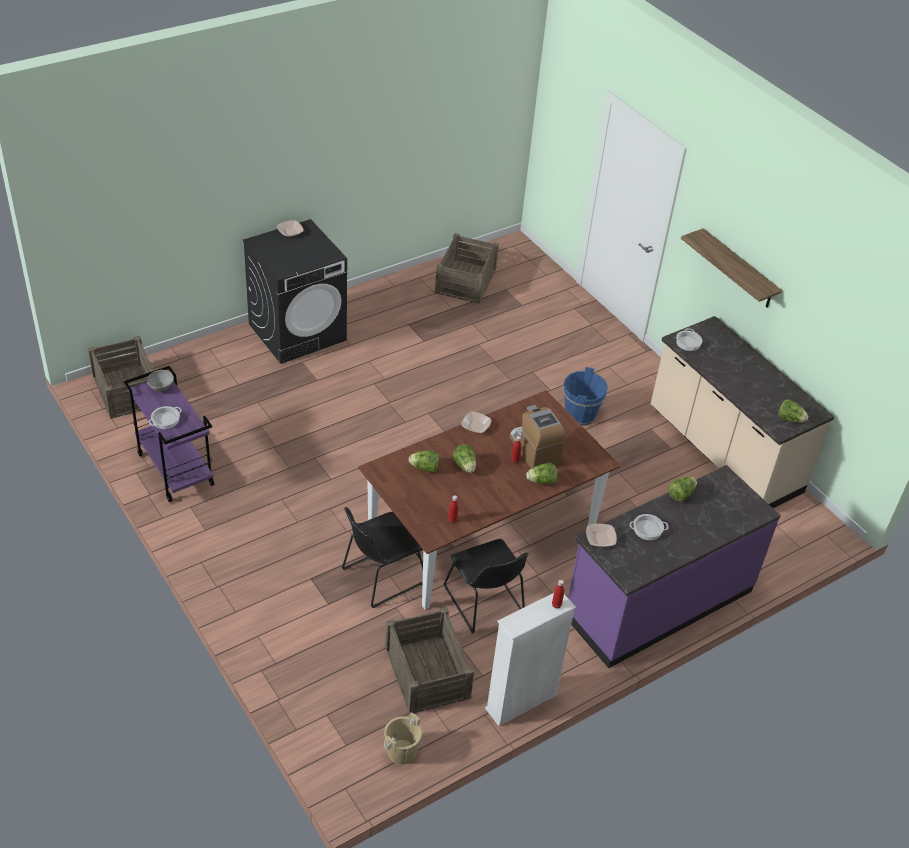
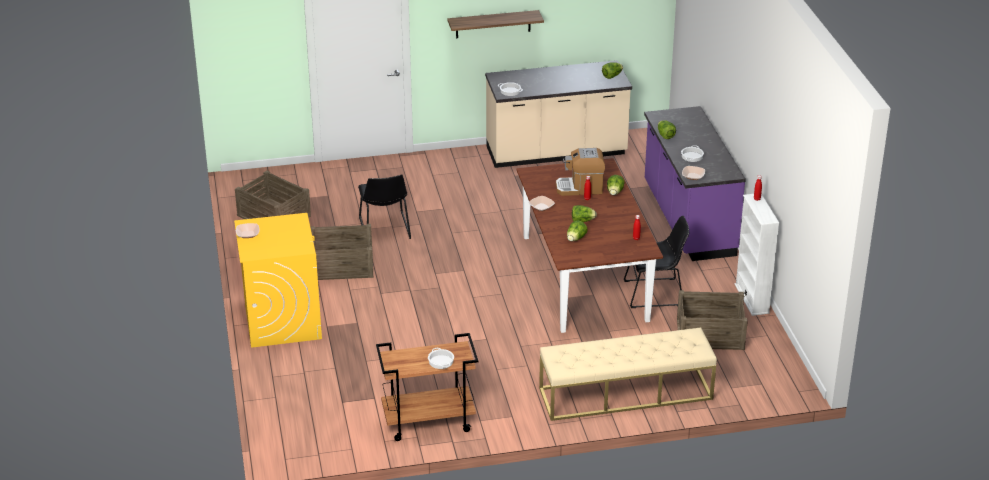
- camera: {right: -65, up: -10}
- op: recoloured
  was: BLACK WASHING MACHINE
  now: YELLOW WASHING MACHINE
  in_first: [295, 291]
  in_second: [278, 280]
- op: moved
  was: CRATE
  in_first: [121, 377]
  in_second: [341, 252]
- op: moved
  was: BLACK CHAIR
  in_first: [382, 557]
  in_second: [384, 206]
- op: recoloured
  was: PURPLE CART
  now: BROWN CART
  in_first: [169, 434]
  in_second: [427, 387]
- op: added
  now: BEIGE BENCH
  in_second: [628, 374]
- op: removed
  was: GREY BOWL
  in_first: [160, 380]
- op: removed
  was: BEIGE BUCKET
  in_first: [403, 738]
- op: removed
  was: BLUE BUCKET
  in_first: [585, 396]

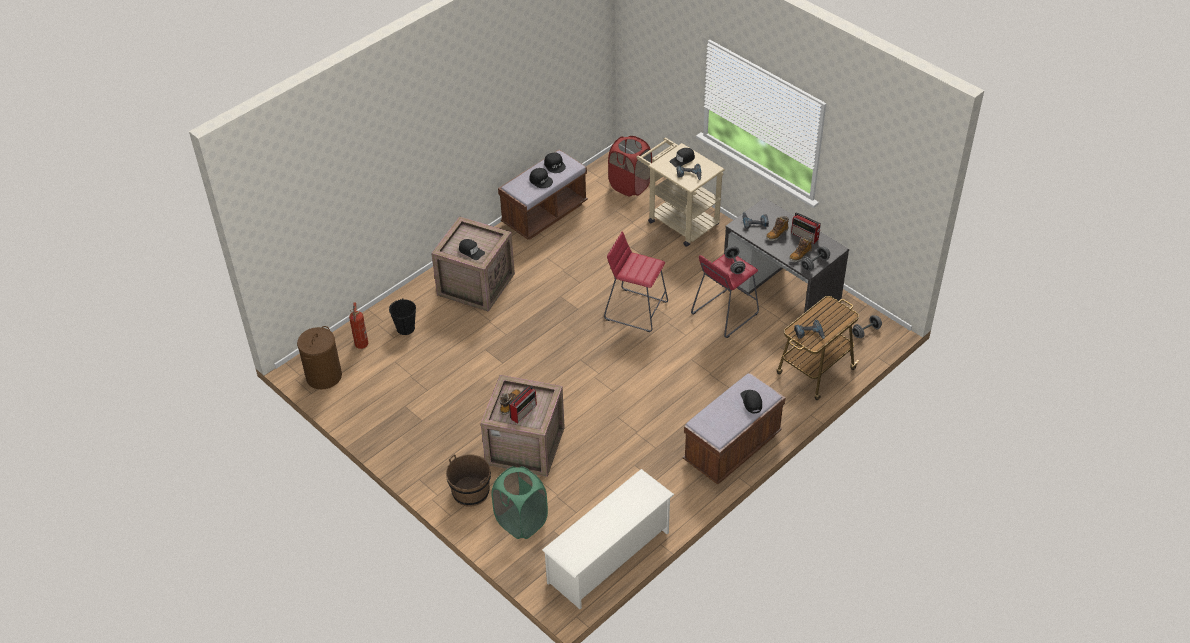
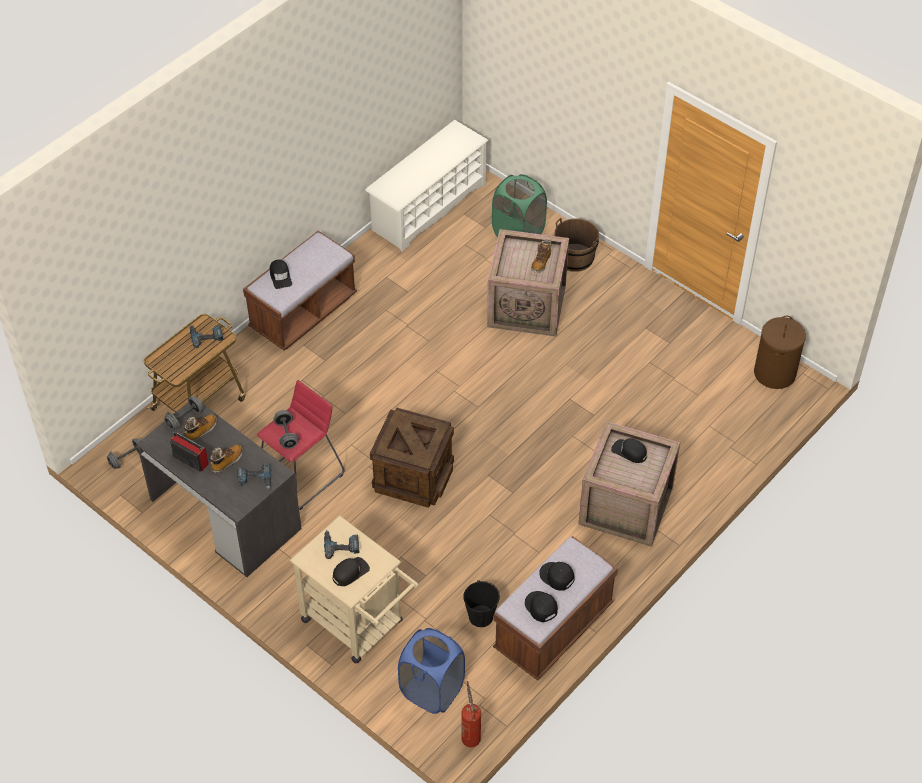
- camera: {right: 175, up: 5}
- op: replaced
  was: RED STOOL
  now: CRATE
  in_first: [636, 282]
  in_second: [412, 457]
- op: recoloured
  was: RED LAUNDRY BASKET
  now: BLUE LAUNDRY BASKET
  in_first: [630, 166]
  in_second: [431, 671]
- op: moved
  was: FIRE EXTINGUISHER
  in_first: [358, 325]
  in_second: [471, 714]
- op: moved
  was: BLACK BUCKET
  in_first: [402, 316]
  in_second: [481, 603]
- op: removed
  was: RADIO
  in_first: [523, 404]

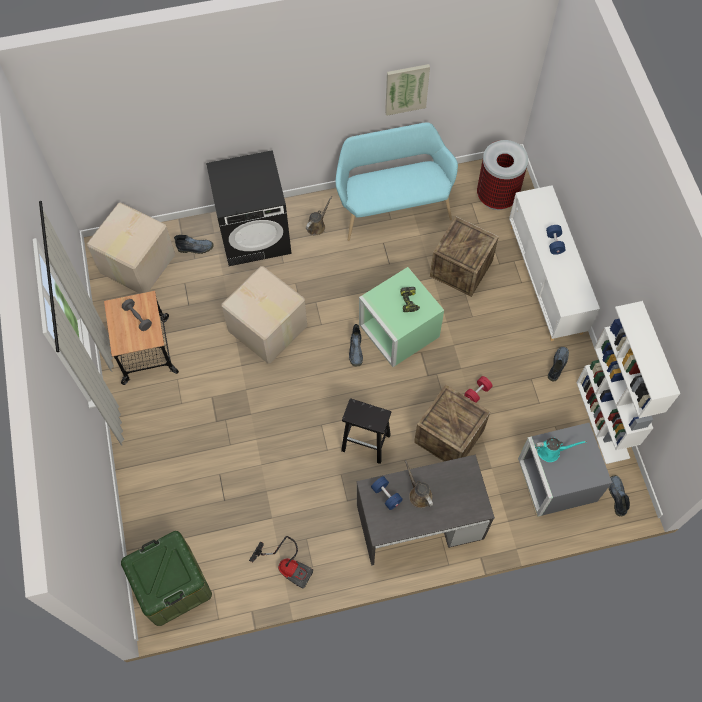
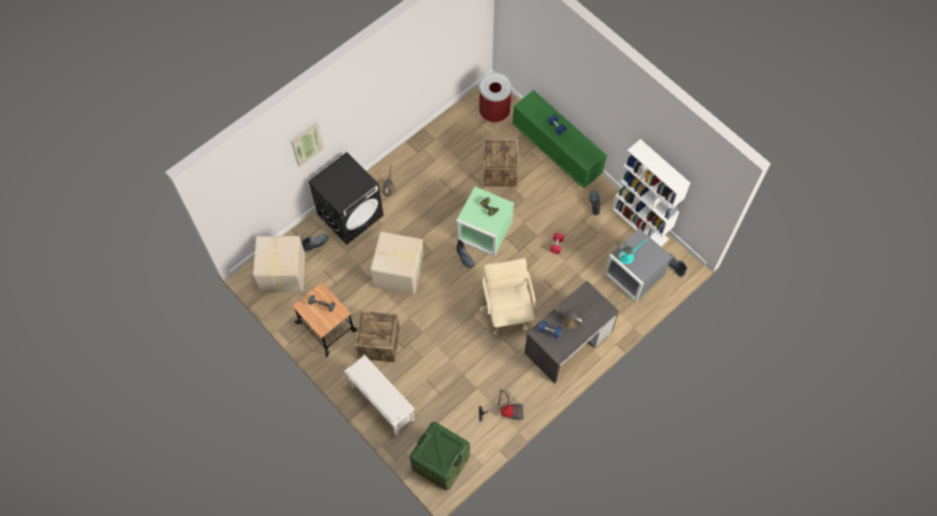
- camera: {right: -30, up: 0}
- op: moved
  was: PICTURE
  in_first: [407, 90]
  in_second: [307, 144]
- op: added
  now: WHITE SHOE RACK
  in_second: [379, 395]
- op: moved
  was: CRATE
  in_first: [452, 423]
  in_second: [377, 336]
- op: replaced
  was: BLACK STOOL
  now: BEIGE OFFICE CHAIR
  in_first: [366, 431]
  in_second: [508, 296]
- op: recoloured
  was: WHITE CABINET
  now: GREEN CABINET
  in_first: [554, 263]
  in_second: [559, 140]
- op: removed
  was: TURQUOISE BENCH
  in_first: [397, 181]

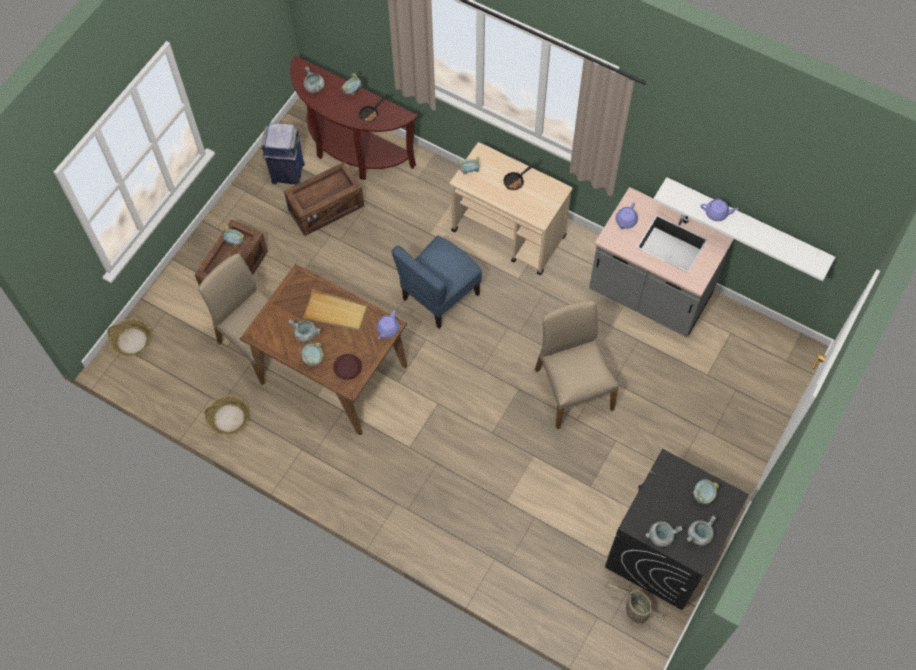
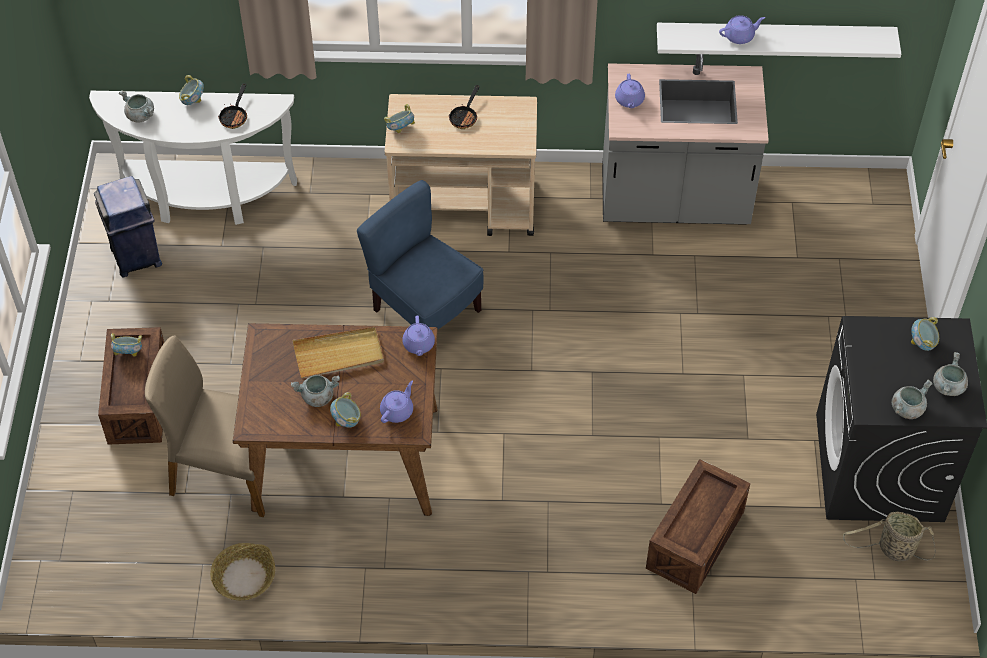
- camera: {right: -30, up: -10}
- op: recoloured
  was: BROWN CONSOLE TABLE
  now: WHITE CONSOLE TABLE
  in_first: [354, 118]
  in_second: [193, 158]
- op: turned
  was: BLUE CHAIR
  in_first: [437, 282]
  in_second: [420, 255]
  clockwise: 120
- op: replaced
  was: BROWN PLATE
  now: PURPLE TEAPOT
  in_first: [347, 367]
  in_second: [396, 402]
- op: moved
  was: CRATE
  in_first: [324, 199]
  in_second: [698, 526]
- op: removed
  was: BASKET
  in_first: [129, 337]
- op: removed
  was: BEIGE CHAIR
  in_first: [577, 365]

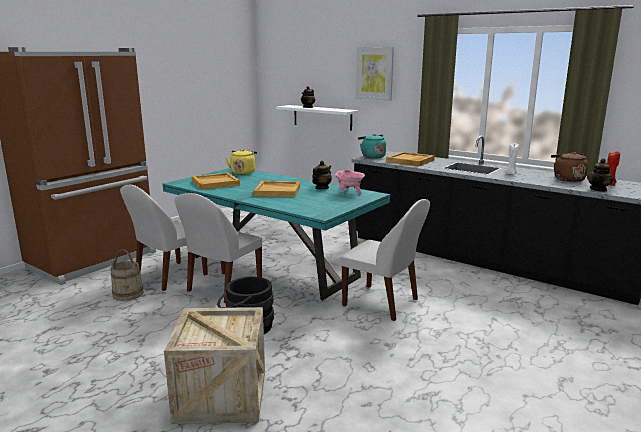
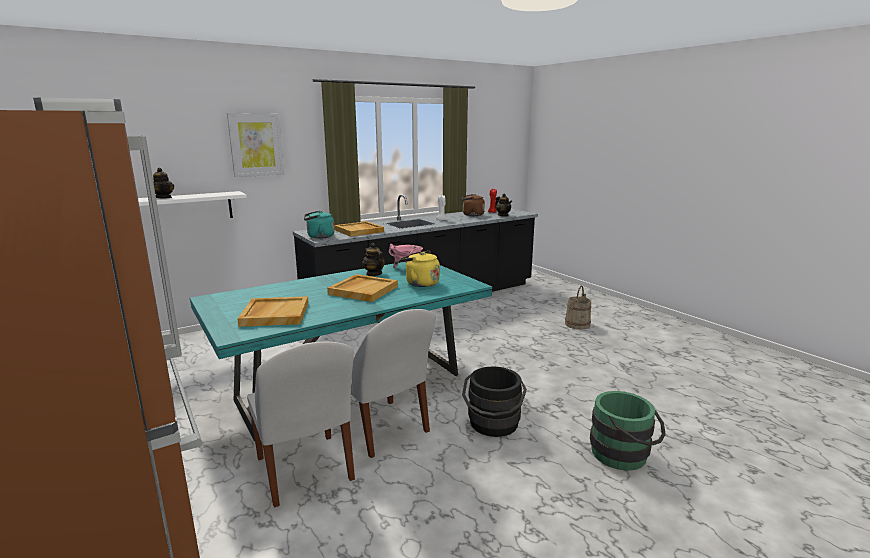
- camera: {right: -70, up: 0}
- op: moved
  was: YELLOW KETTLE
  in_first: [241, 162]
  in_second: [419, 269]
- op: moved
  was: BEIGE BUCKET
  in_first: [127, 275]
  in_second: [578, 308]
- op: replaced
  was: CRATE
  now: GREEN BUCKET
  in_first: [214, 365]
  in_second: [628, 431]
- op: removed
  was: WHITE CHAIR
  in_first: [385, 260]

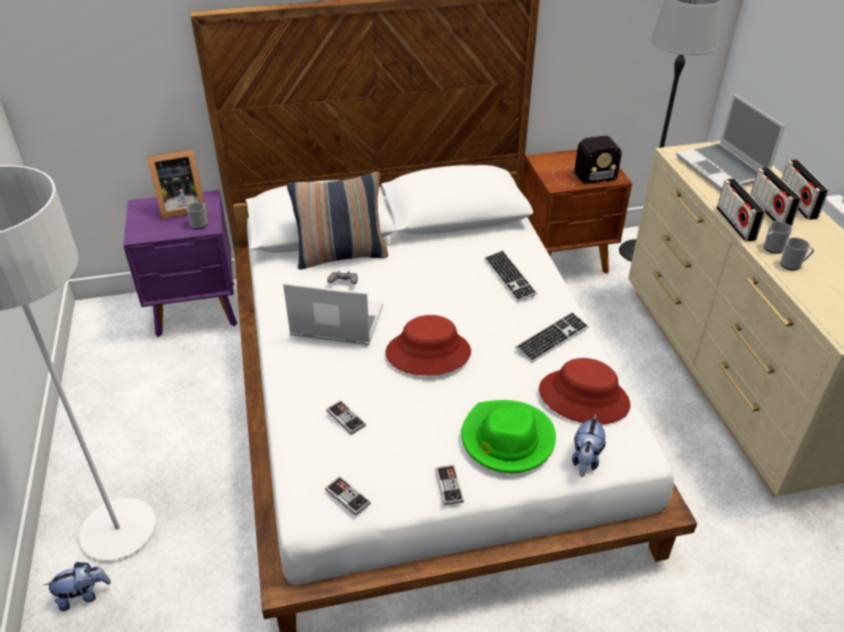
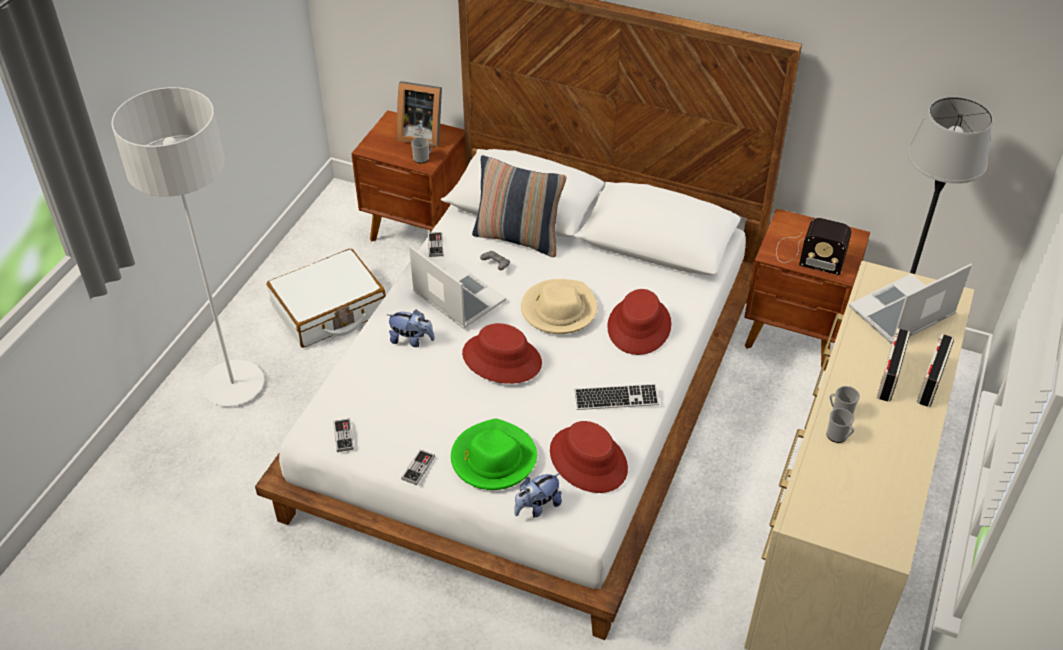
- camera: {right: 35, up: 5}
- op: added
  now: WHITE SUITCASE
  in_second: [326, 298]
- op: recoloured
  was: PURPLE NIGHTSTAND
  now: BROWN NIGHTSTAND
  in_first: [180, 263]
  in_second: [408, 176]
- op: moved
  was: PLUSH TOY
  in_first: [77, 586]
  in_second: [410, 328]
- op: moved
  was: GAME CONTROLLER
  in_first: [346, 417]
  in_second: [436, 244]
- op: added
  now: BEIGE HAT
  in_second: [559, 306]
- op: replaced
  was: KEYBOARD
  now: RED HAT
  in_first: [510, 276]
  in_second: [639, 322]
- op: turned
  was: LAPTOP
  in_first: [730, 142]
  in_second: [910, 304]
  clockwise: 45
- op: removed
  was: RADIO
  in_first: [741, 209]

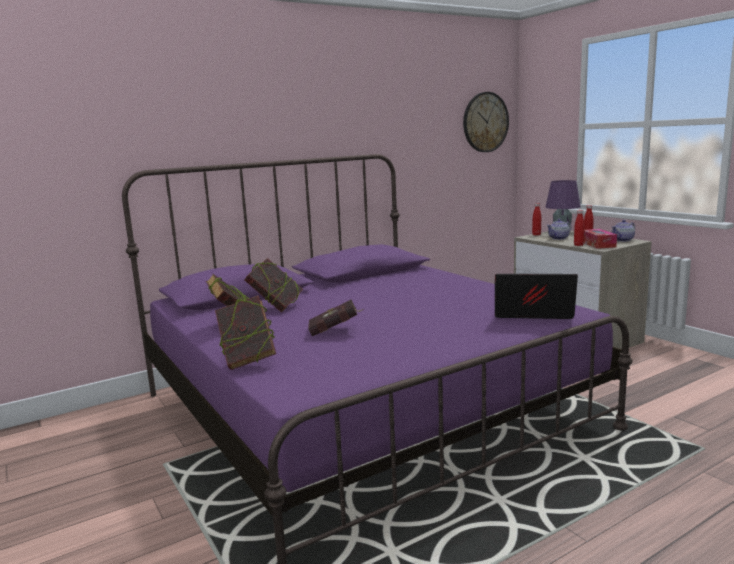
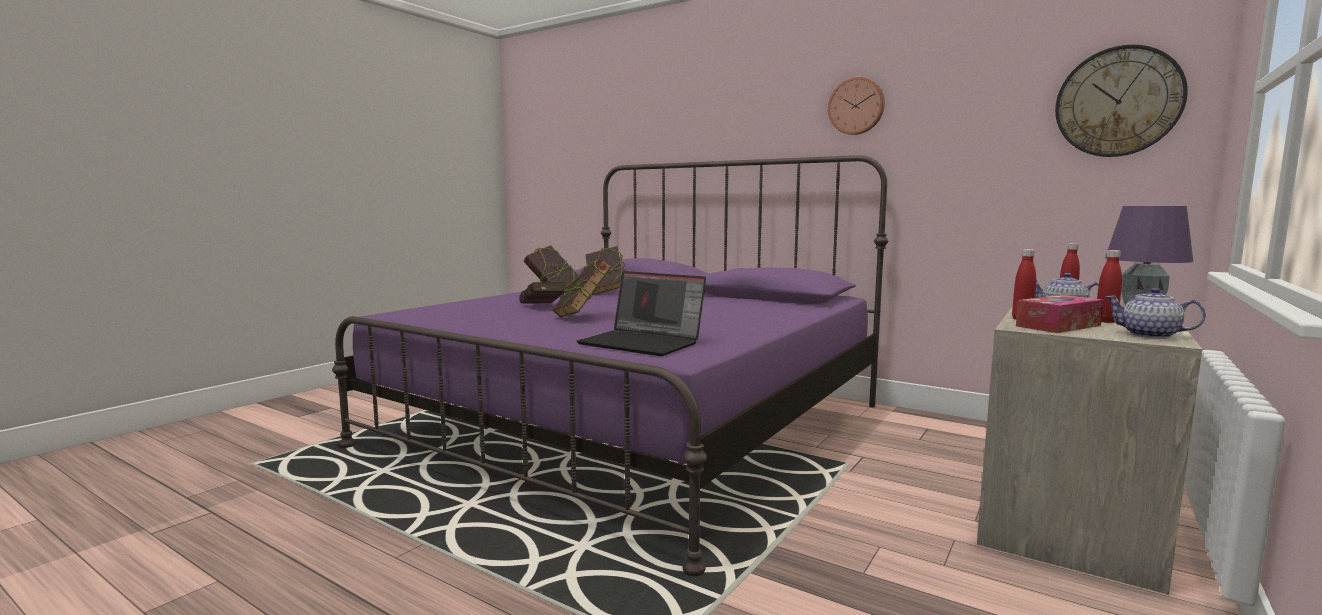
- camera: {right: 65, up: -5}
- op: moved
  was: BOOK
  in_first: [245, 332]
  in_second: [582, 288]
- op: turned
  was: LAPTOP
  in_first: [536, 296]
  in_second: [641, 313]
  clockwise: 135
- op: added
  now: WALL CLOCK
  in_second: [856, 106]

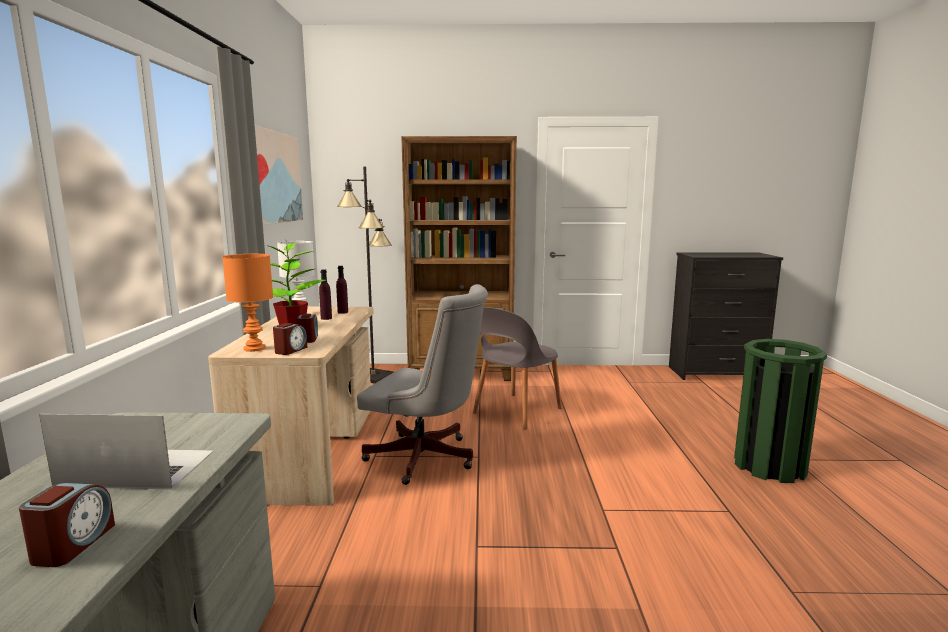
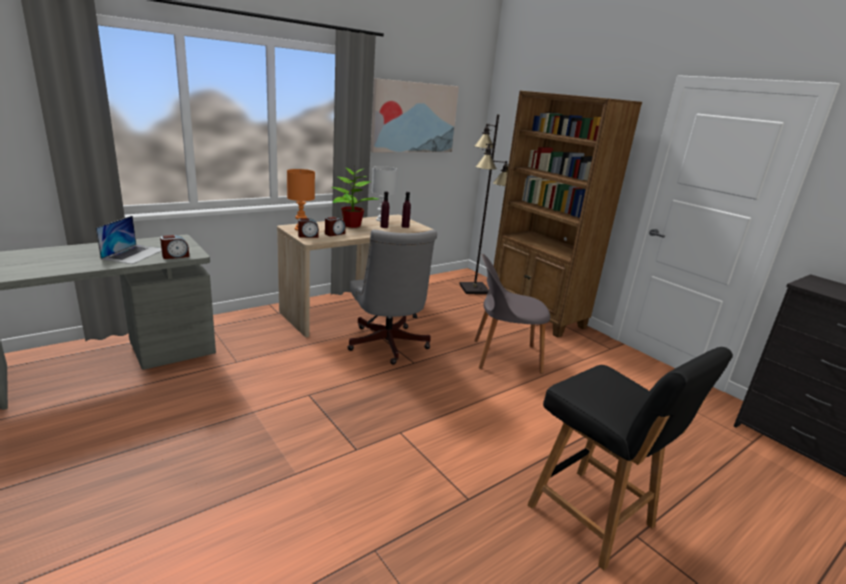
- camera: {right: 50, up: 10}
- op: turned
  was: LAPTOP
  in_first: [126, 451]
  in_second: [129, 240]
  clockwise: 45
- op: moved
  was: ALARM CLOCK
  in_first: [67, 525]
  in_second: [174, 247]
- op: replaced
  was: GREEN TRASH CAN
  now: BLACK CHAIR
  in_first: [780, 411]
  in_second: [630, 458]

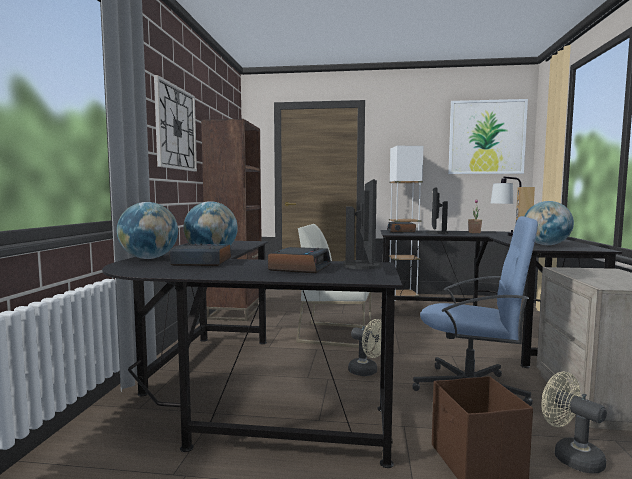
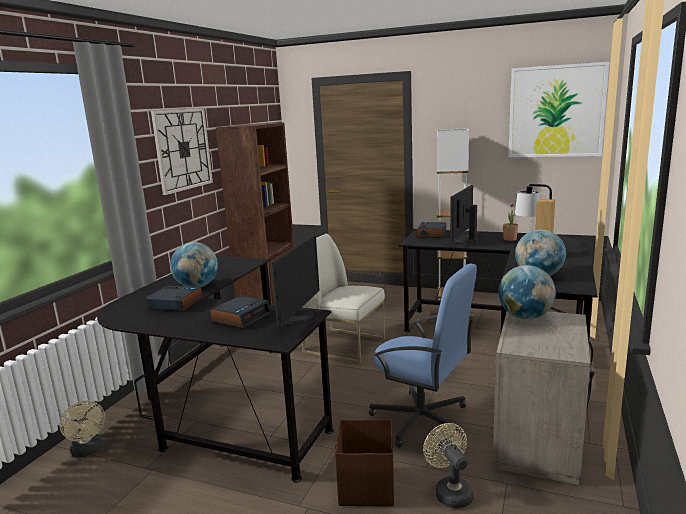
- camera: {right: 15, up: 10}
- op: moved
  was: BEIGE FAN
  in_first: [365, 347]
  in_second: [82, 429]
- op: moved
  was: GLOBE
  in_first: [147, 230]
  in_second: [527, 292]

